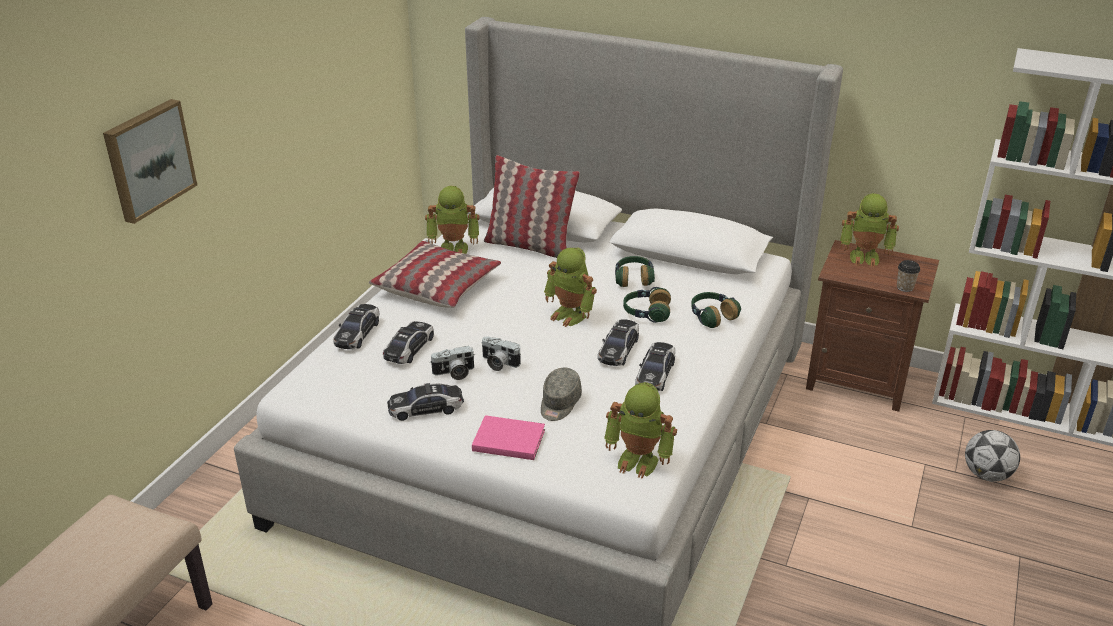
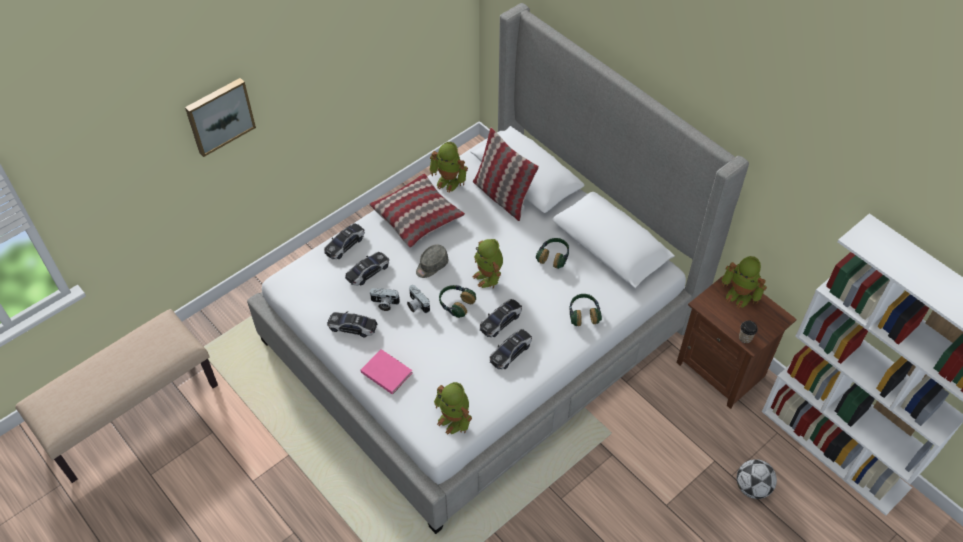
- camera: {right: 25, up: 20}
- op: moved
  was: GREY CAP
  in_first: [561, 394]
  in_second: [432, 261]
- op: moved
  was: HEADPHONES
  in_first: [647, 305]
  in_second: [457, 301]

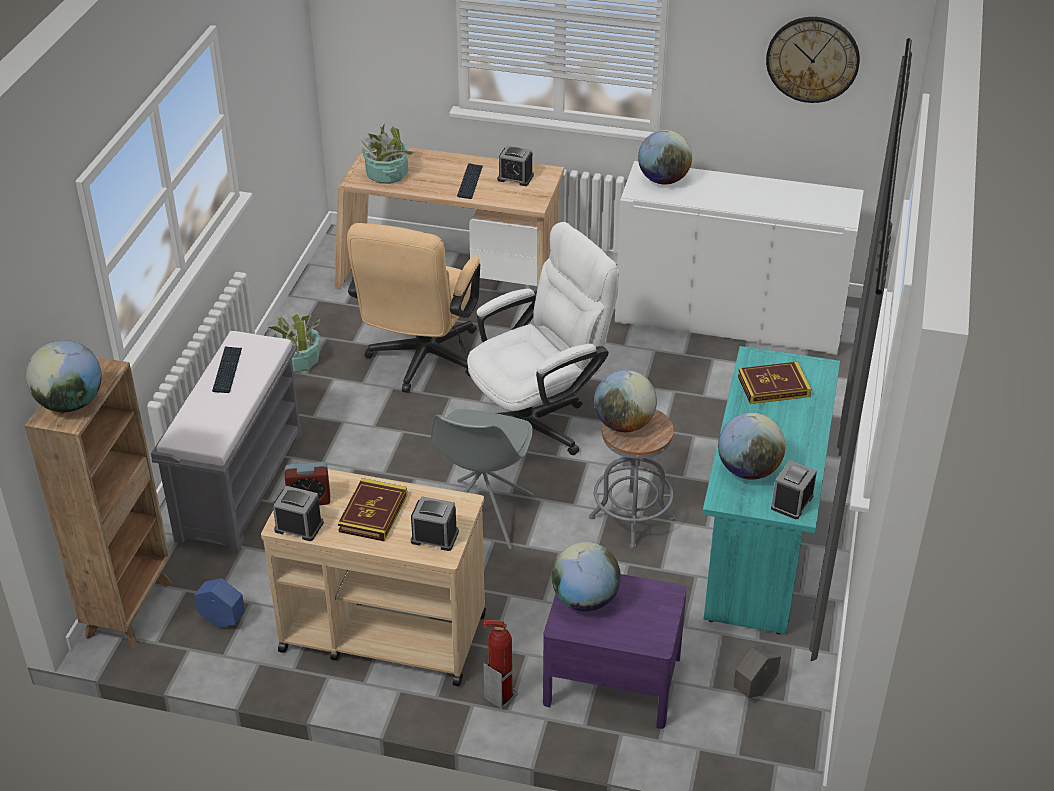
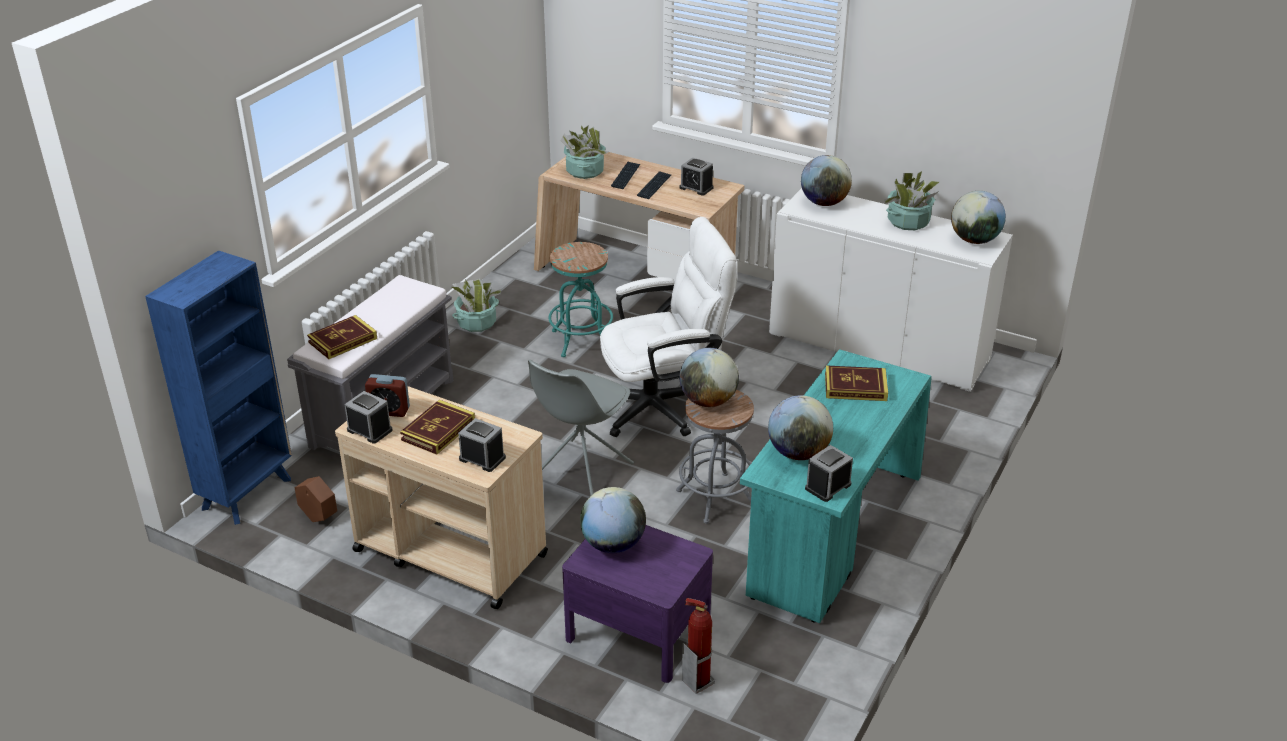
- camera: {right: 15, up: -5}
- op: recoloured
  was: BROWN BOOKCASE
  now: BLUE BOOKCASE
  in_first: [98, 502]
  in_second: [218, 387]
- op: recoloured
  was: BLUE PLANTER
  now: BROWN PLANTER
  in_first: [219, 603]
  in_second: [316, 499]
- op: added
  now: BOOK
  in_second: [342, 337]
- op: replaced
  was: BEIGE OFFICE CHAIR
  now: TURQUOISE STOOL
  in_first: [413, 308]
  in_second: [581, 299]
- op: moved
  was: KEYBOARD
  in_first: [227, 369]
  in_second: [625, 175]
- op: moved
  was: FIRE EXTINGUISHER
  in_first: [501, 665]
  in_second: [698, 646]
- op: added
  now: POTTED PLANT
  in_second: [911, 200]
- op: moved
  was: GLOBE
  in_first: [64, 376]
  in_second: [978, 217]
- op: removed
  was: GREY PLANTER
  in_first: [757, 671]
- op: removed
  was: WALL CLOCK
  in_first: [813, 60]

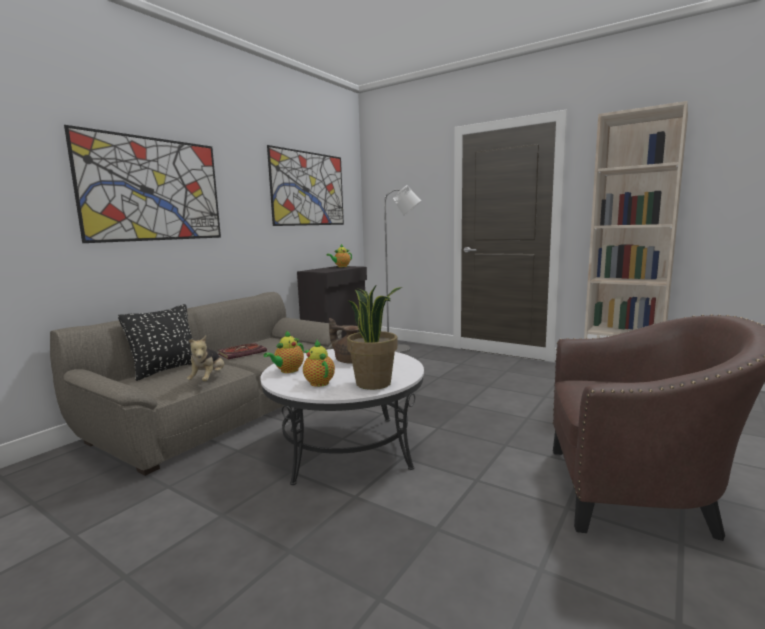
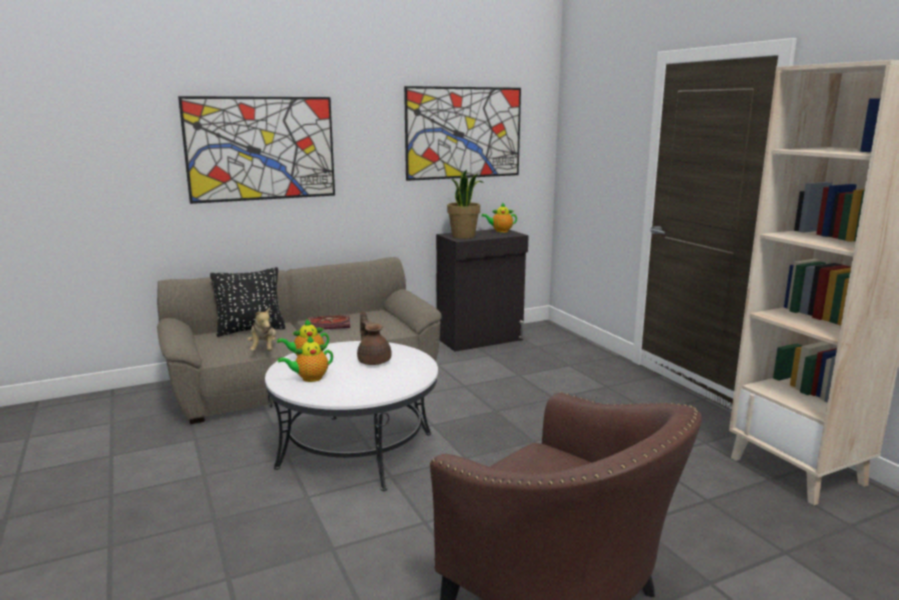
- camera: {right: 30, up: 5}
- op: turned
  was: PLUSH TOY
  in_first: [205, 358]
  in_second: [261, 329]
  clockwise: -45
- op: turned
  was: TEAPOT
  in_first: [319, 363]
  in_second: [305, 359]
  clockwise: -120
- op: moved
  was: POTTED PLANT
  in_first: [374, 337]
  in_second: [465, 204]
- op: removed
  was: GREY FLOOR LAMP
  in_first: [402, 269]

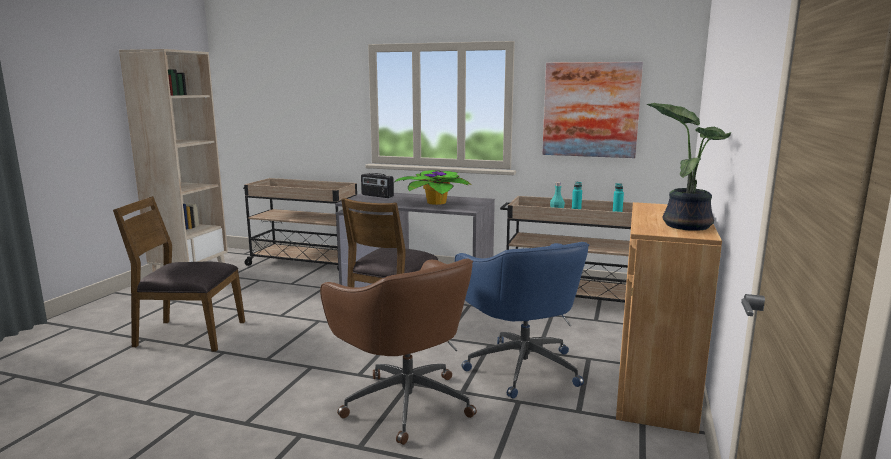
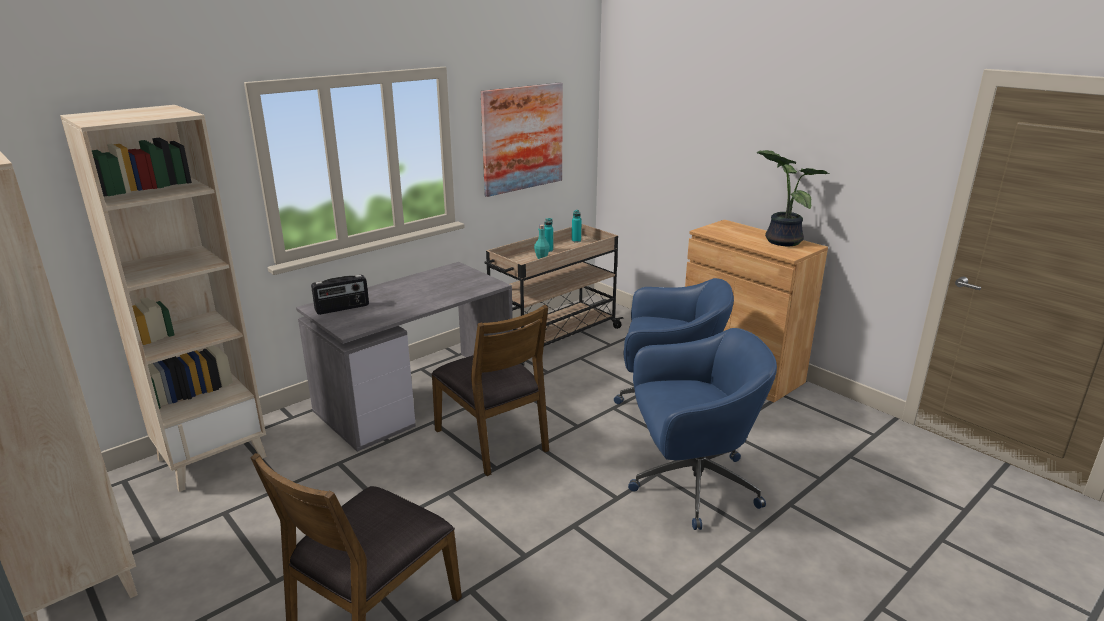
- camera: {right: -60, up: 10}
- op: replaced
  was: BEIGE CART
  now: BEIGE BOOKCASE
  in_first: [300, 224]
  in_second: [163, 298]
- op: recoloured
  was: BROWN OFFICE CHAIR
  now: BLUE OFFICE CHAIR
  in_first: [398, 352]
  in_second: [702, 429]
- op: removed
  was: POTTED PLANT
  in_first: [432, 187]

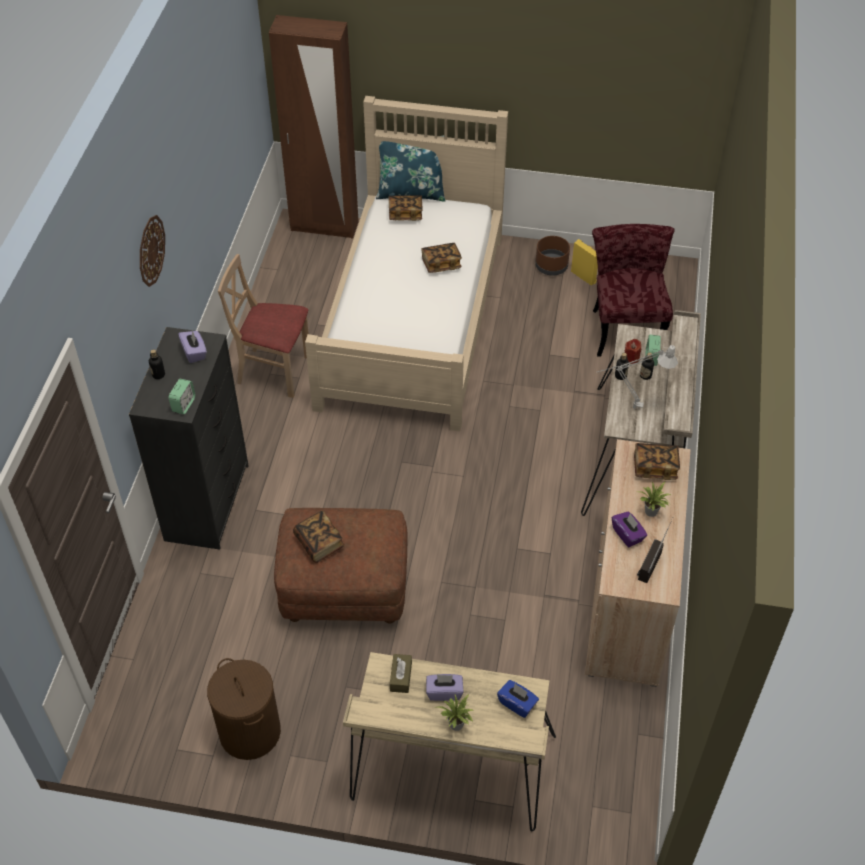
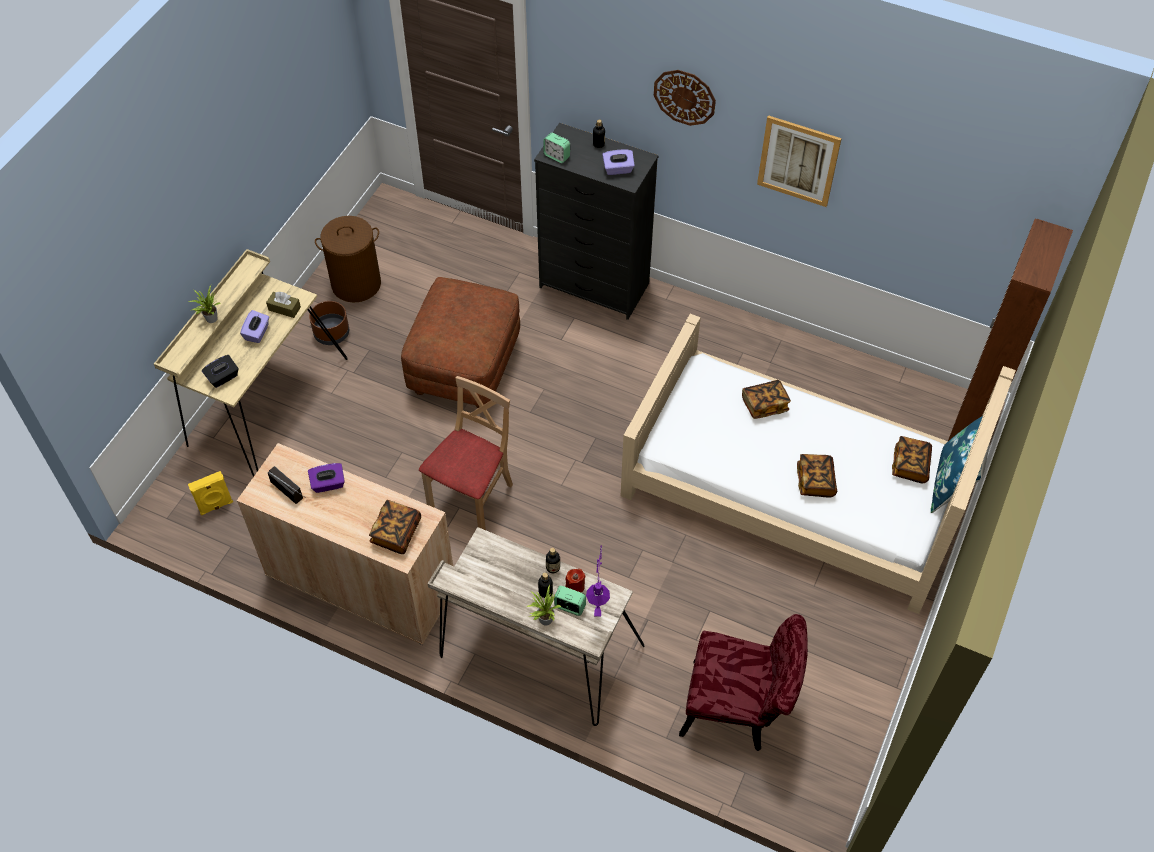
- camera: {right: 105, up: 5}
- op: moved
  was: YELLOW SPEAKER
  in_first: [584, 262]
  in_second: [210, 493]
- op: recoloured
  was: BLUE TISSUE BOX
  now: BLACK TISSUE BOX
  in_first: [518, 699]
  in_second: [220, 371]
- op: moved
  was: BROWN PLANTER
  in_first: [552, 255]
  in_second: [329, 323]
- op: moved
  was: BEIGE CHAIR
  in_first: [263, 326]
  in_second: [466, 453]
- op: moved
  was: POTTED PLANT
  in_first: [654, 499]
  in_second: [543, 605]
- op: added
  now: PURPLE TABLE LAMP
  in_second: [598, 581]
- op: moved
  was: BOOK
  in_first: [318, 537]
  in_second: [766, 399]
- op: added
  now: PICTURE
  in_second: [799, 161]
- op: removed
  was: GREY TABLE LAMP
  in_first: [637, 377]

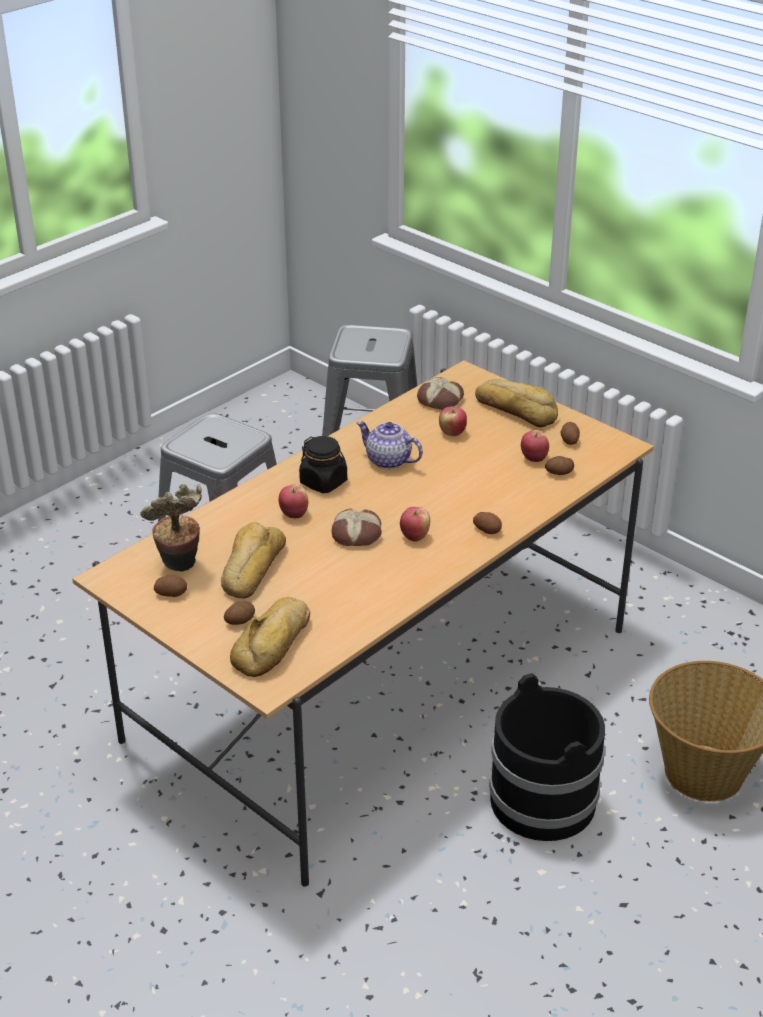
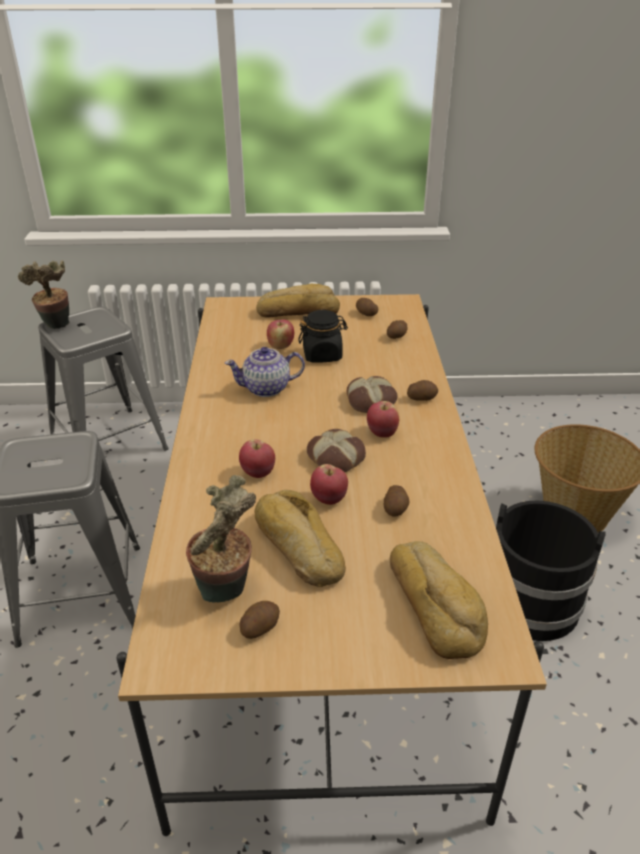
- camera: {right: -45, up: 0}
- op: added
  now: POTTED PLANT
  in_second: [44, 295]
- op: moved
  was: BLACK JAR
  in_first: [323, 464]
  in_second: [323, 336]
- op: moved
  was: APPLE
  in_first: [535, 446]
  in_second: [329, 484]
- op: moved
  was: BREAD
  in_first: [440, 393]
  in_second: [372, 394]
- op: moved
  was: POTATO
  in_first: [239, 613]
  in_second: [397, 501]

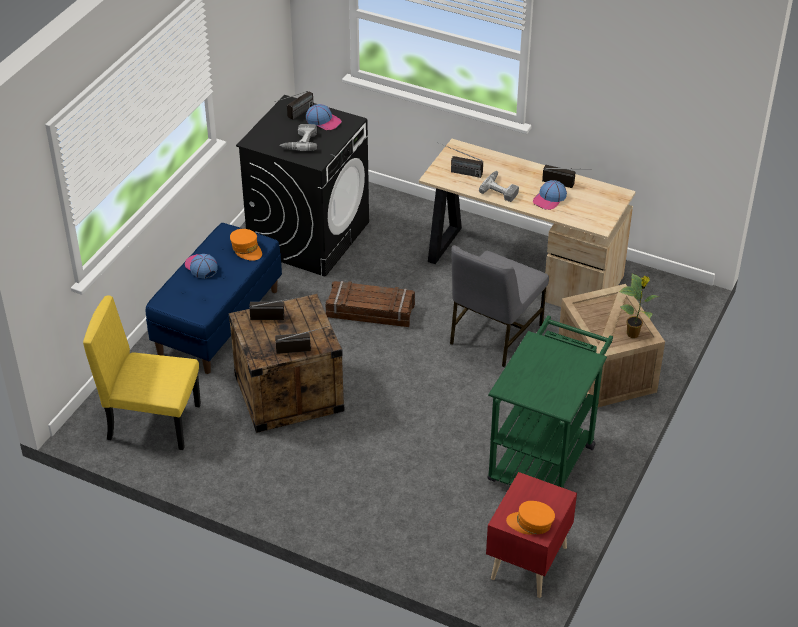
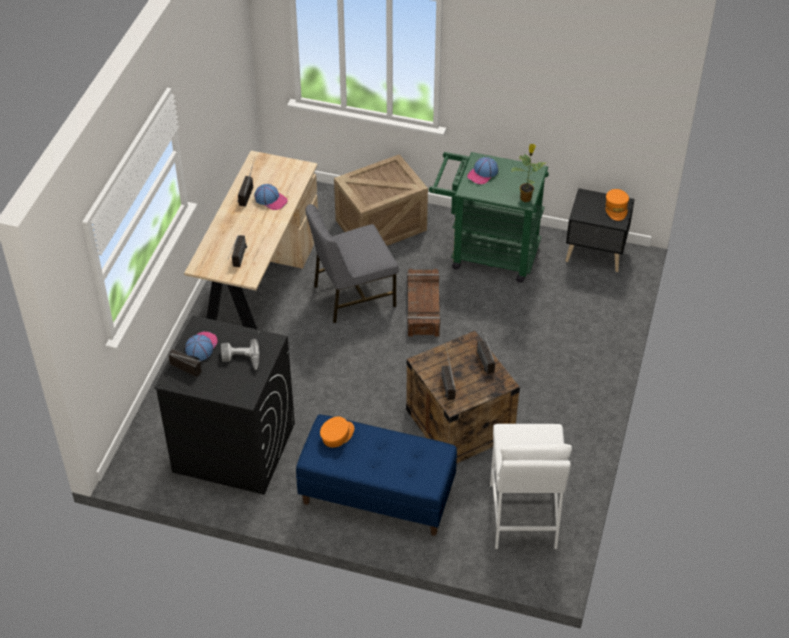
- camera: {right: -100, up: 5}
- op: turned
  was: GREY CHAIR
  in_first: [499, 306]
  in_second: [352, 263]
  clockwise: 135
- op: moved
  was: CRATE
  in_first: [370, 304]
  in_second: [423, 303]
- op: moved
  was: CAP
  in_first: [201, 266]
  in_second: [482, 170]
- op: replaced
  was: YELLOW CHAIR
  now: WHITE STOOL
  in_first: [142, 372]
  in_second: [531, 486]
- op: moved
  was: POTTED PLANT
  in_first: [639, 305]
  in_second: [528, 173]
- op: recoloured
  was: RED NIGHTSTAND
  now: BLACK NIGHTSTAND
  in_first: [531, 535]
  in_second: [600, 230]
- op: removed
  was: POWER DRILL
  in_first: [499, 186]

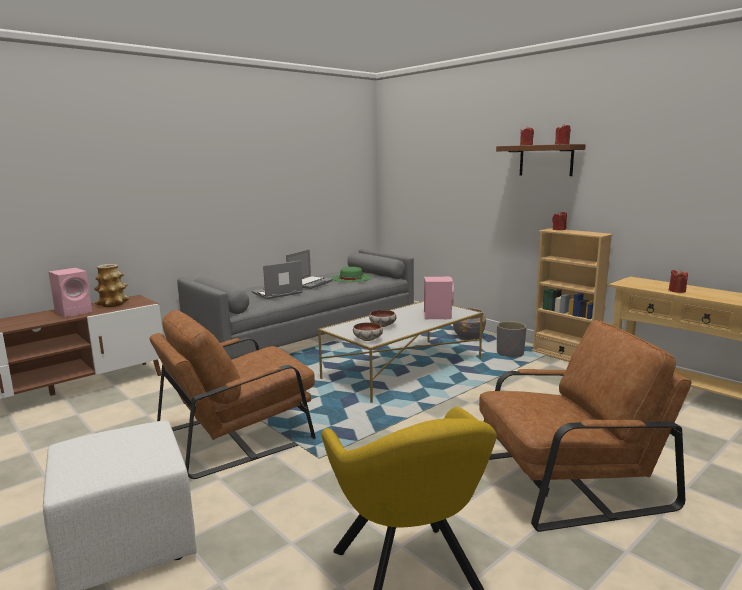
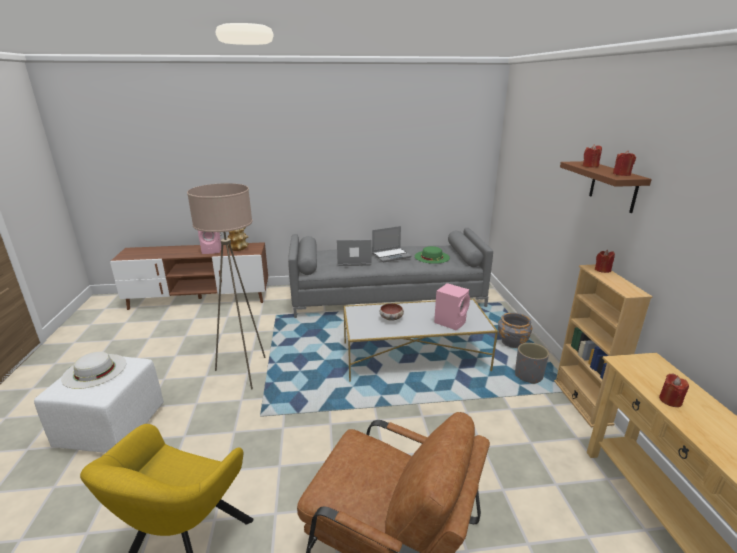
- camera: {right: 35, up: 10}
- op: added
  now: WHITE HAT
  in_second: [93, 370]
- op: replaced
  was: BROWN ARMCHAIR
  now: BEIGE FLOOR LAMP
  in_first: [232, 394]
  in_second: [226, 286]
- op: removed
  was: BOWL
  in_first: [368, 331]

